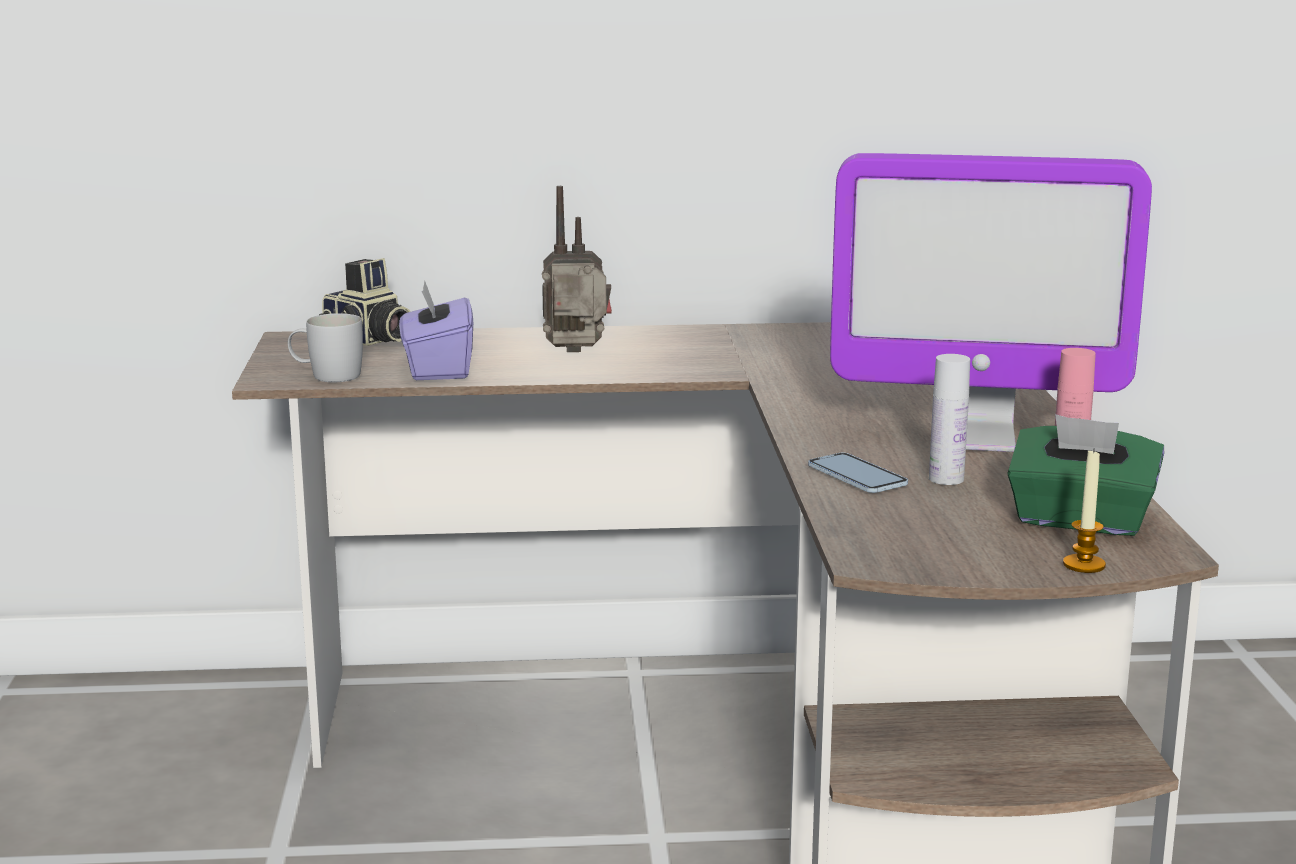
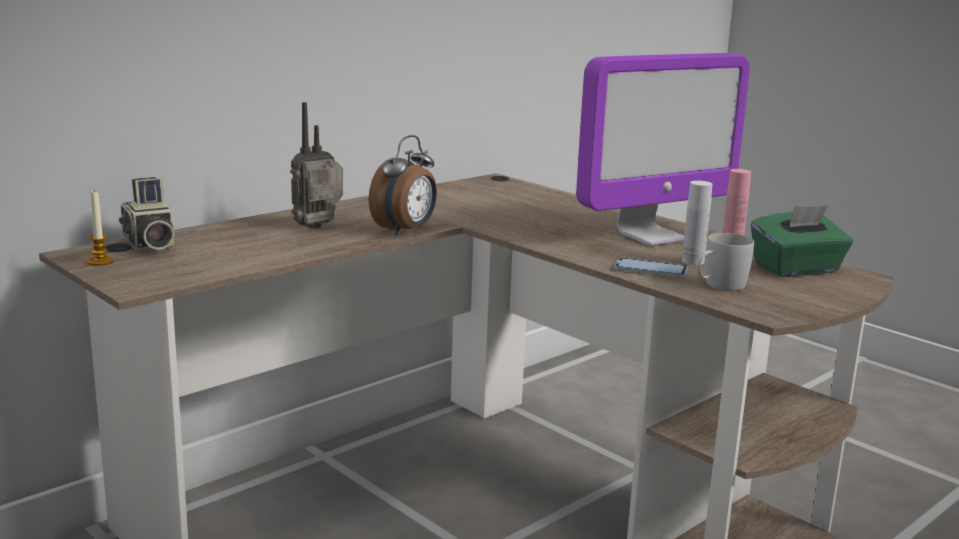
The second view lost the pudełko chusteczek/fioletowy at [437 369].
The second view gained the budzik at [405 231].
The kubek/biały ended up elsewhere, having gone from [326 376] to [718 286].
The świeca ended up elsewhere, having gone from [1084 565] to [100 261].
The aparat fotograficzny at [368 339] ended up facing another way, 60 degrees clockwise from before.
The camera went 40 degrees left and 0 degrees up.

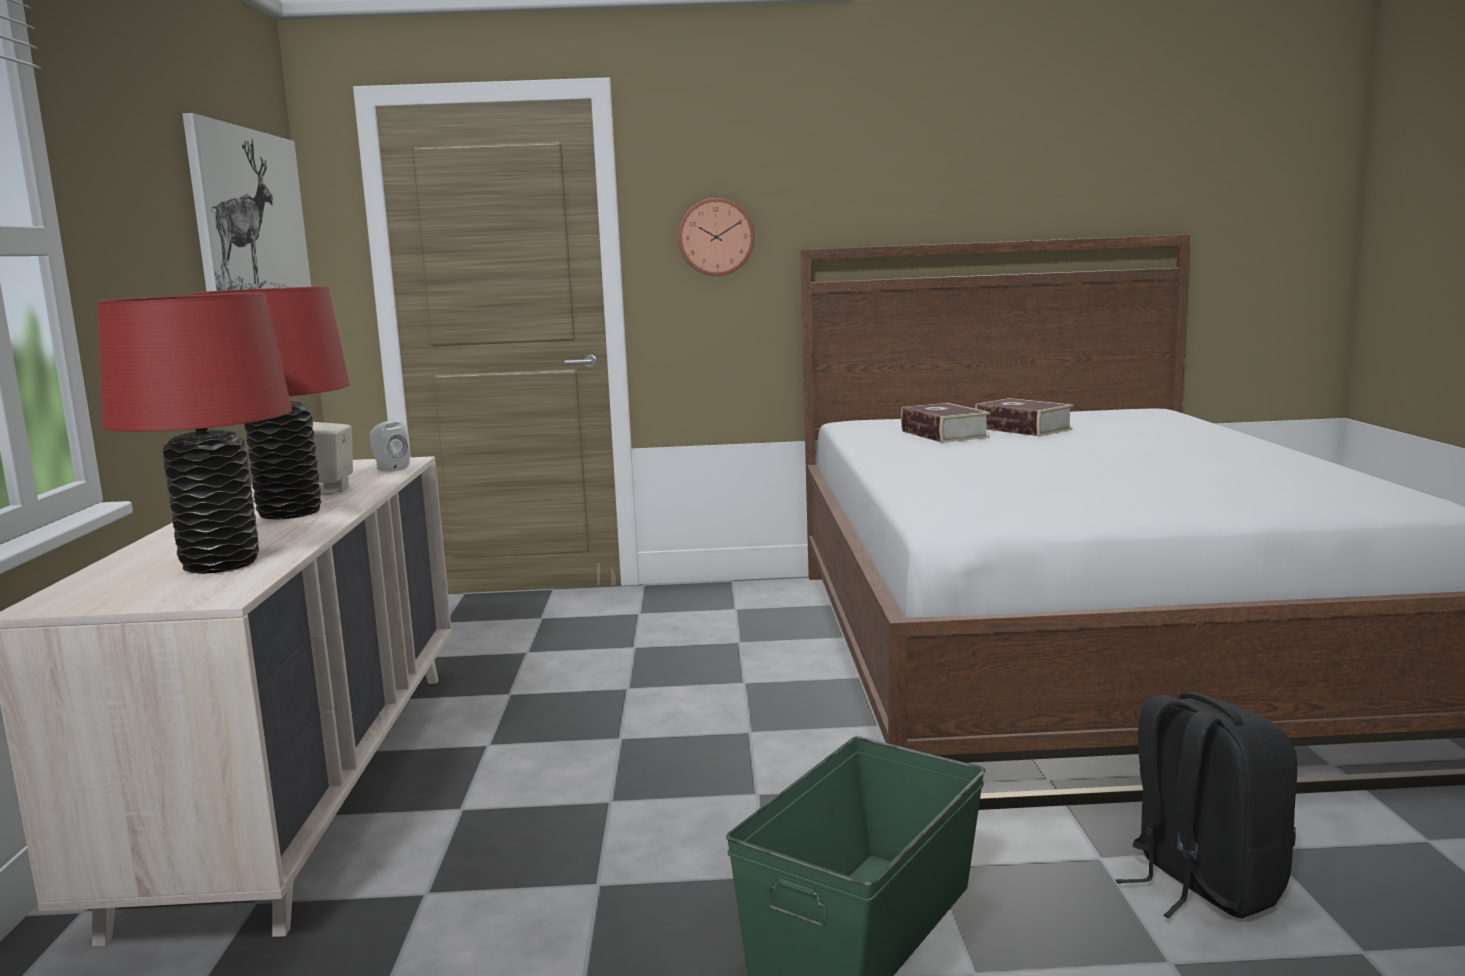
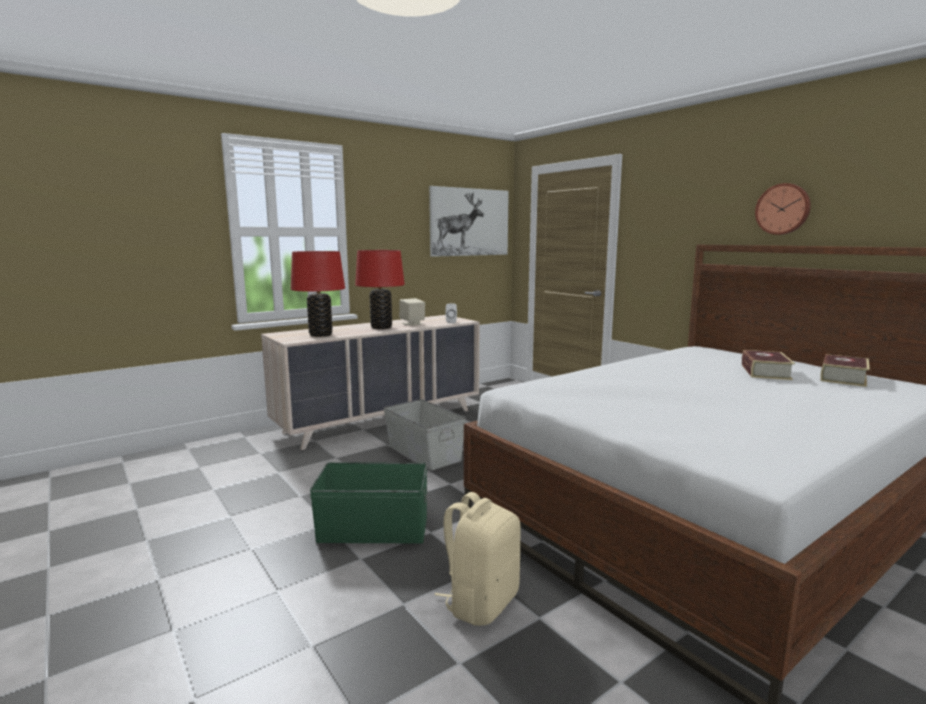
The second view gained the pojemnik do przechowywania/szary at [424 452].
The zegar ścienny ended up elsewhere, having gone from [716 237] to [783 209].
The książka ended up elsewhere, having gone from [944 434] to [843 377].
What was the plecak/czarny at [1201 884] turned into the plecak/beżowy at [481 602].
The camera went 55 degrees right and 0 degrees up.

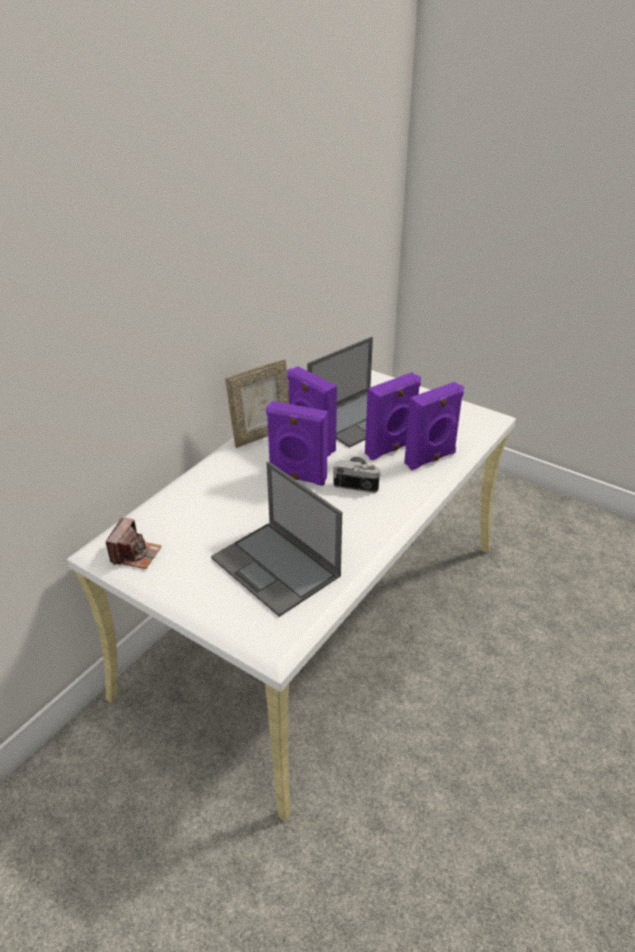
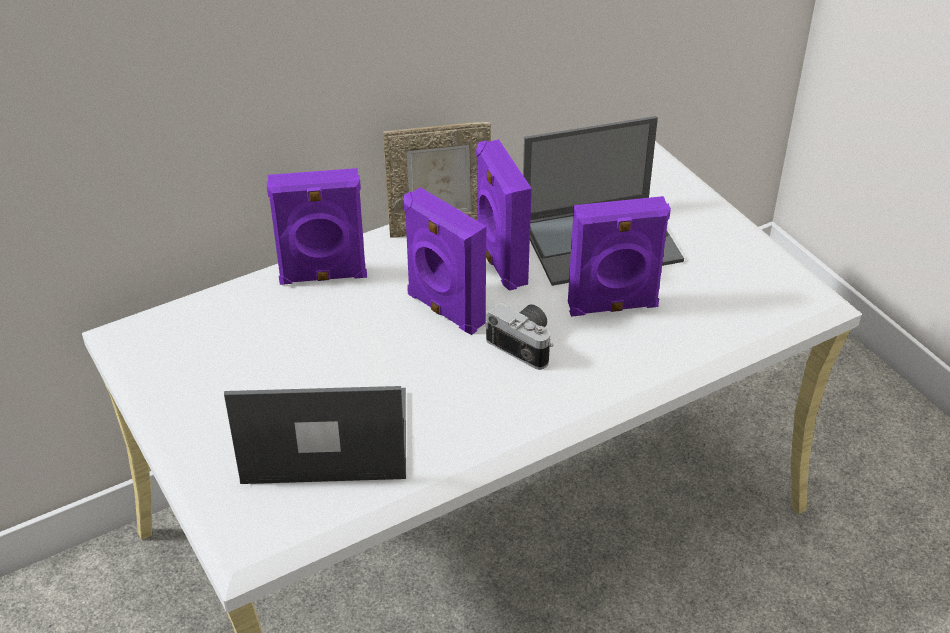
The second view lost the aparat fotograficzny at [135 554].
The głośnik/fioletowy ended up elsewhere, having gone from [431 459] to [323 276].
The laptop at [277 568] ended up facing another way, 105 degrees clockwise from before.
The camera went 25 degrees right and 5 degrees up.

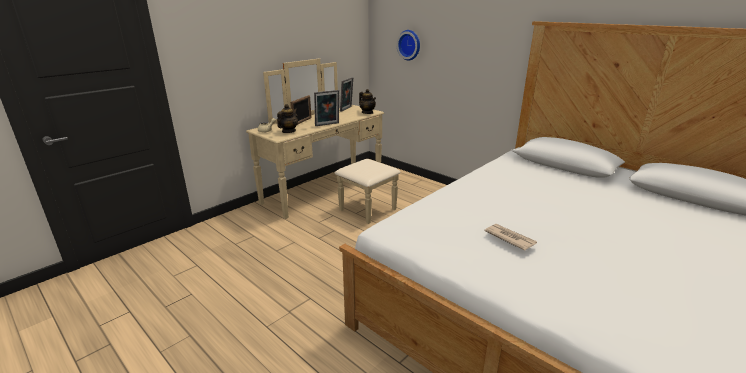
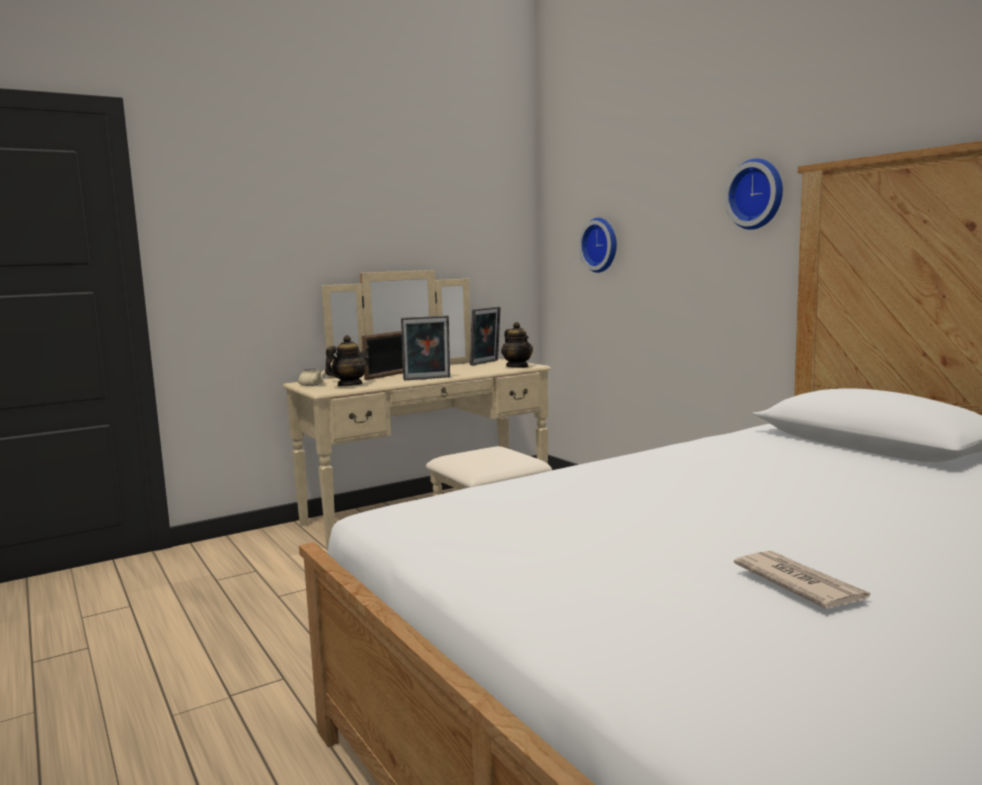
The second view gained the zegar ścienny at [757 194].
The gazeta ended up elsewhere, having gone from [509 238] to [799 584].
The camera went 15 degrees right and 15 degrees down.

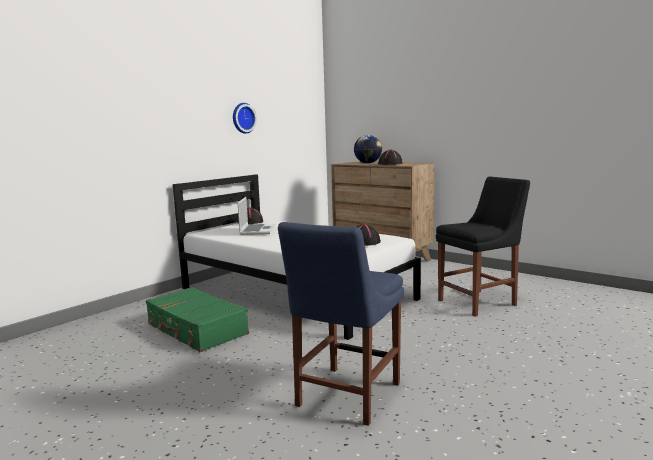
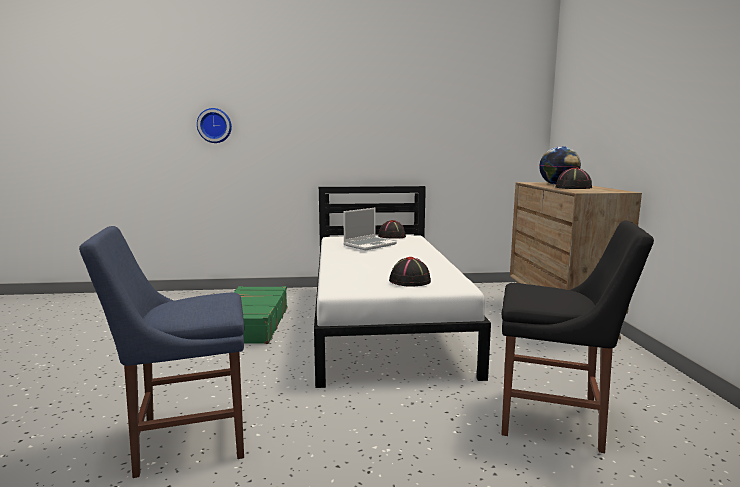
The zegar ścienny ended up elsewhere, having gone from [242 118] to [215 125].
The camera went 45 degrees right and 0 degrees up.

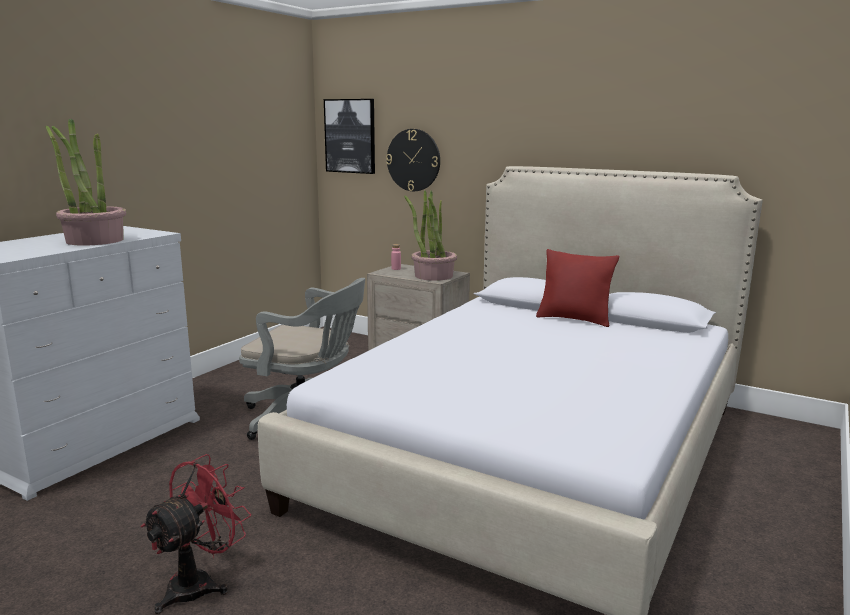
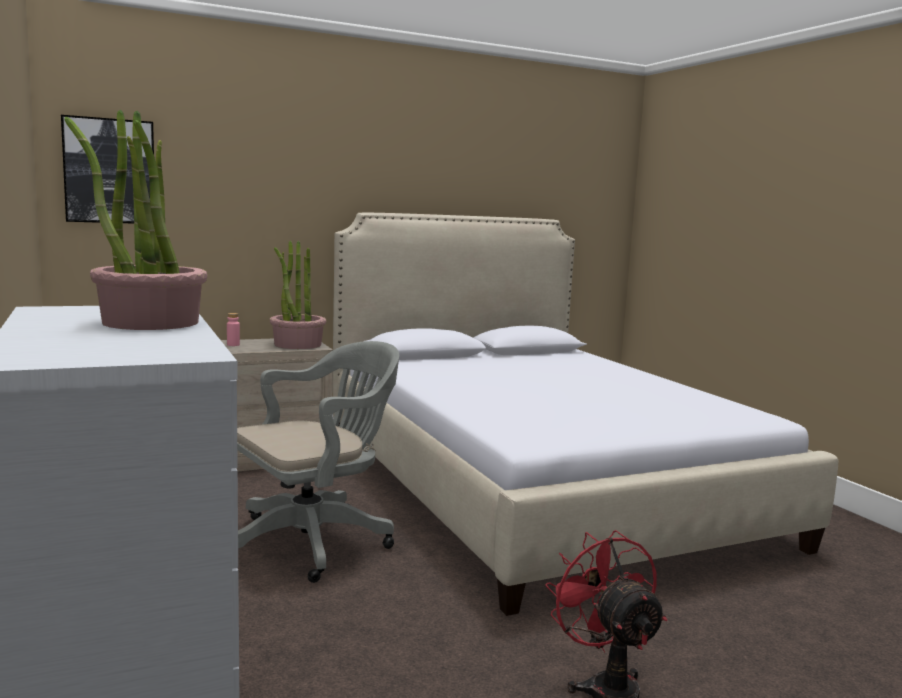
The second view lost the zegar ścienny at [413 160].
The second view lost the poduszka/czerwony at [574 319].
The camera went 55 degrees left and 5 degrees down.

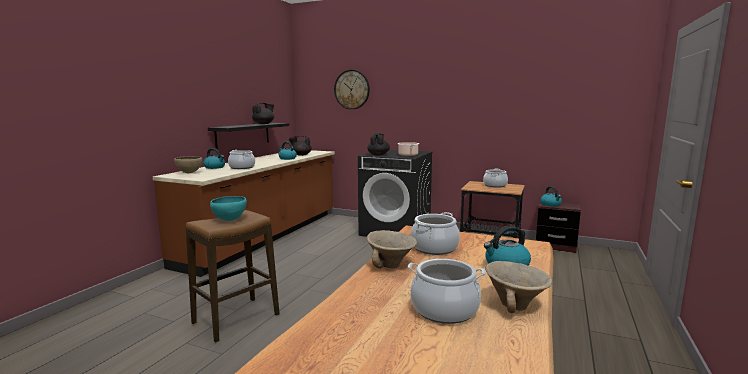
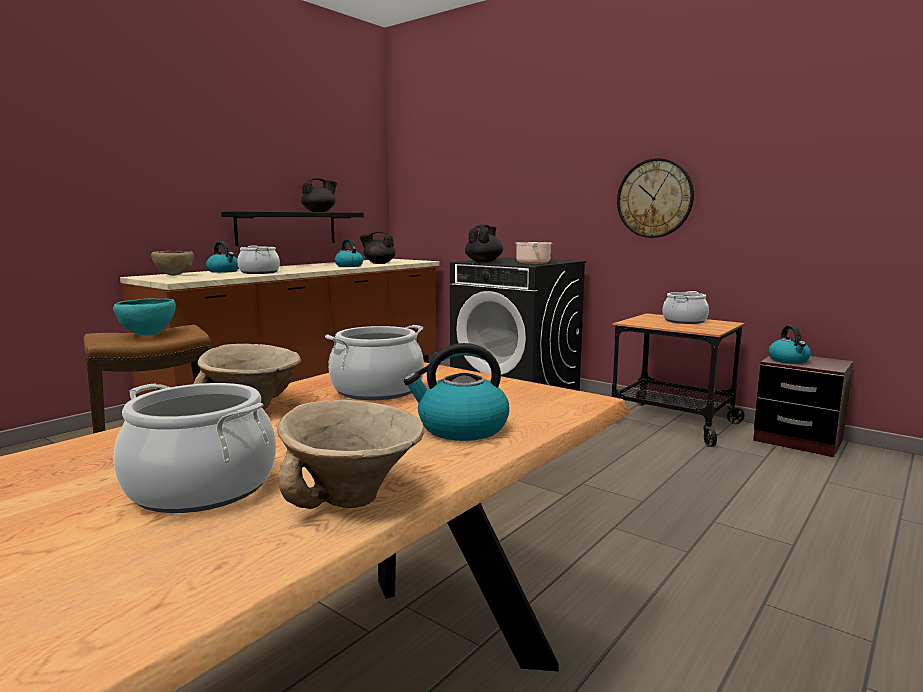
The zegar ścienny ended up elsewhere, having gone from [352 89] to [654 198].
The camera went 15 degrees right and 0 degrees up.

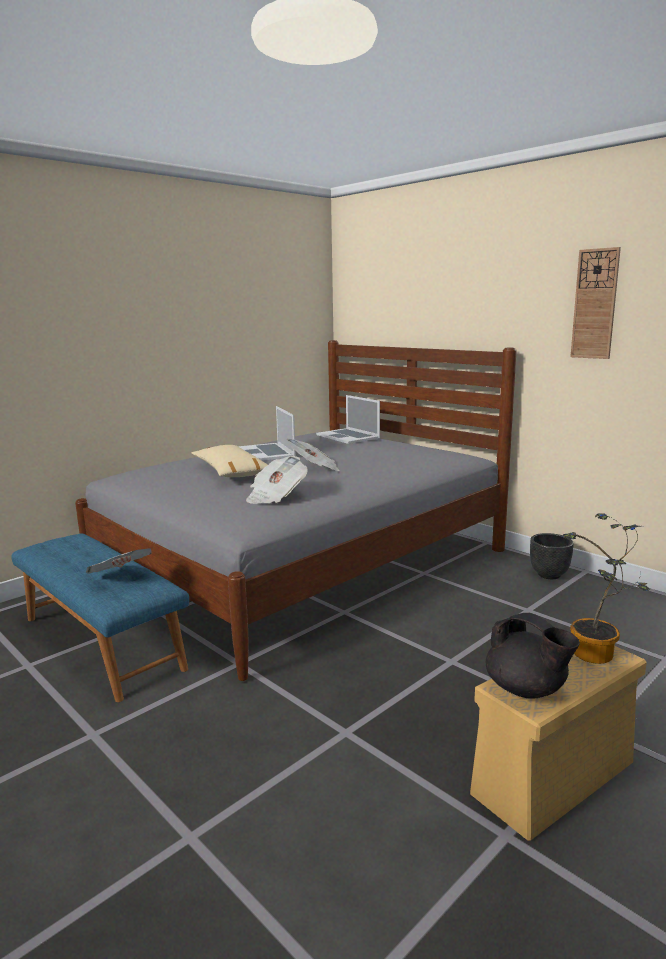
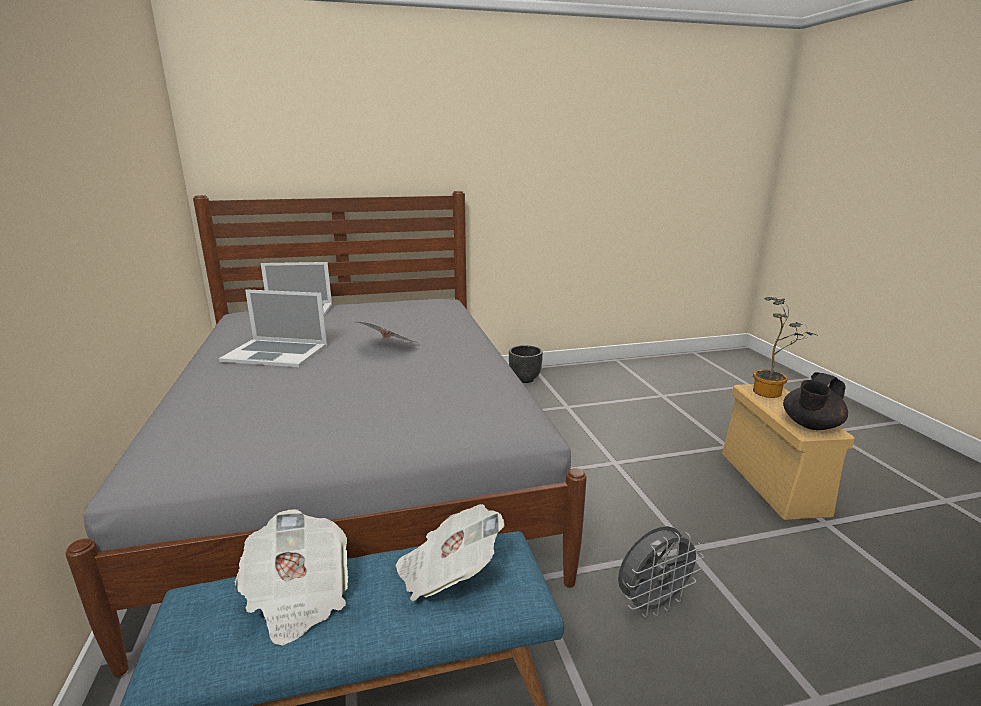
The second view lost the poduszka/beżowy at [231 472].
The second view lost the zegar ścienny at [595 304].
The second view gained the wentylator/szary at [652 604].
The gazeta ended up elsewhere, having gone from [275 496] to [298 597].
The imbryk/czarny at [526 689] ended up facing another way, 150 degrees clockwise from before.
The camera went 60 degrees left and 5 degrees up.

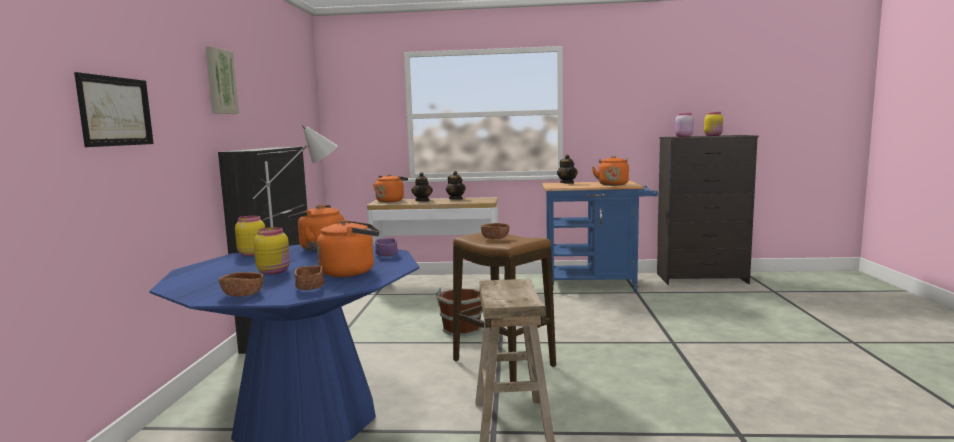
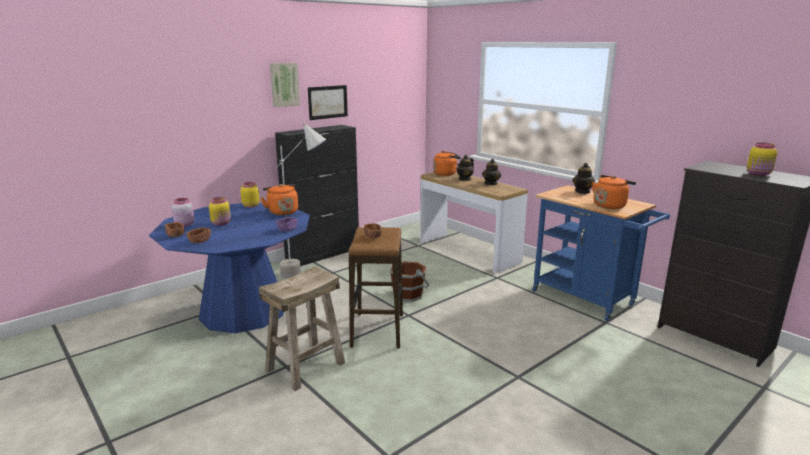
The second view lost the czajnik/pomarańczowy at [351 272].
The obraz ended up elsewhere, having gone from [116 111] to [327 102].
The słoik/różowy ended up elsewhere, having gone from [683 136] to [184 224].
The camera went 45 degrees right and 10 degrees up.

